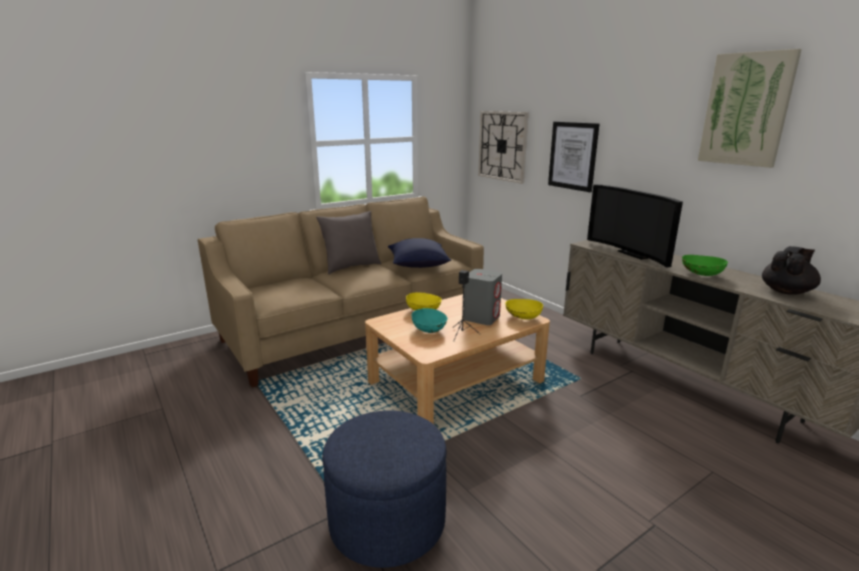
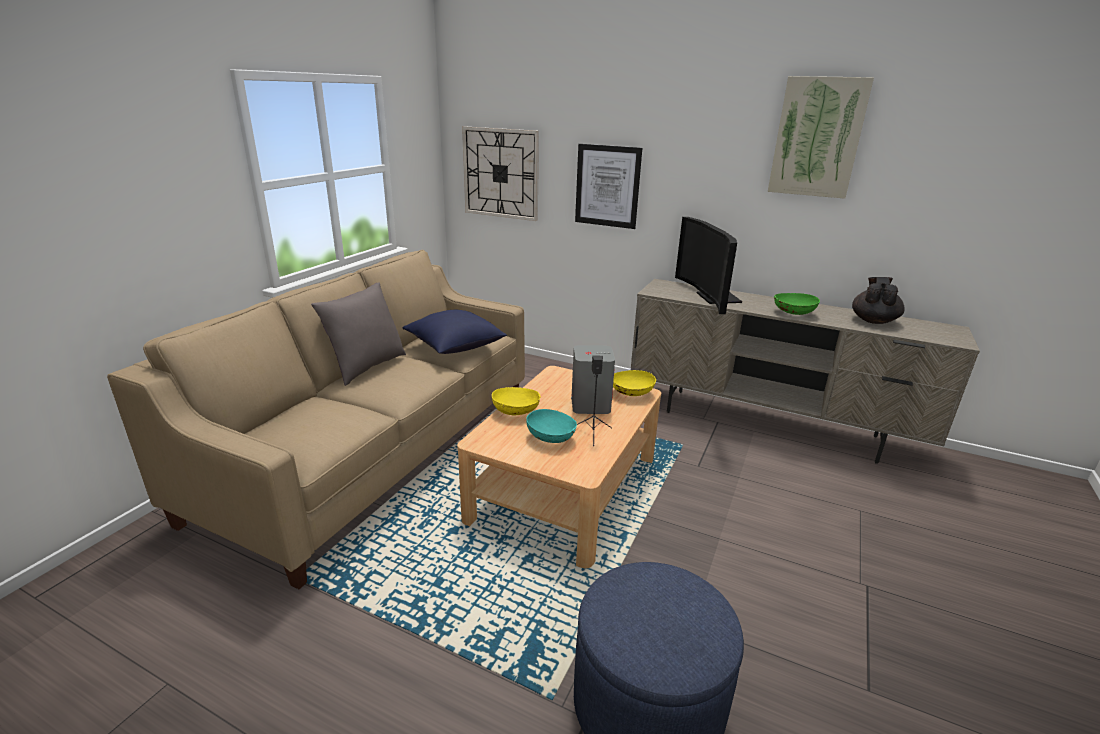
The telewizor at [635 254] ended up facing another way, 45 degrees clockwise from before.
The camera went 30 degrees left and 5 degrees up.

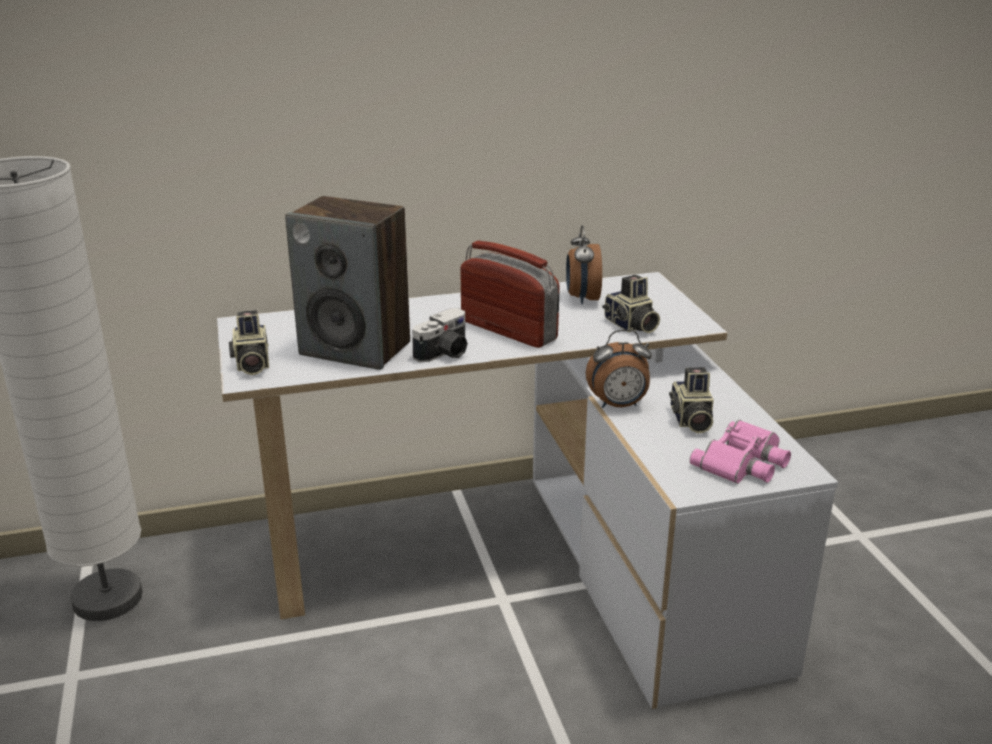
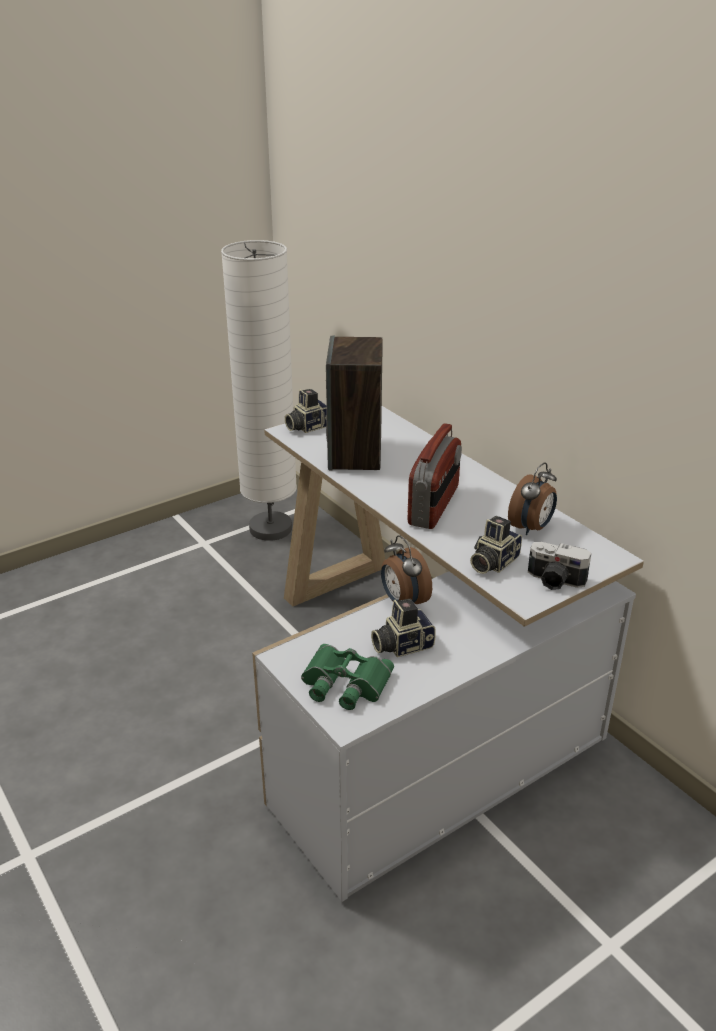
The aparat fotograficzny ended up elsewhere, having gone from [445 354] to [554 581].
What was the lornetka/różowy at [743 462] turned into the lornetka/zielony at [344 684].
The budzik at [582 298] ended up facing another way, 150 degrees clockwise from before.
The camera went 70 degrees right and 5 degrees up.

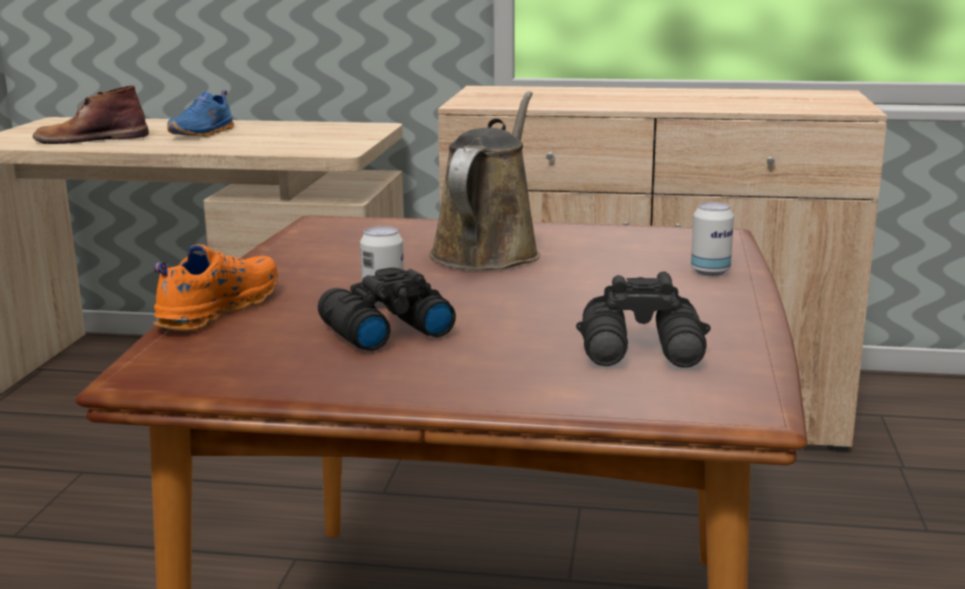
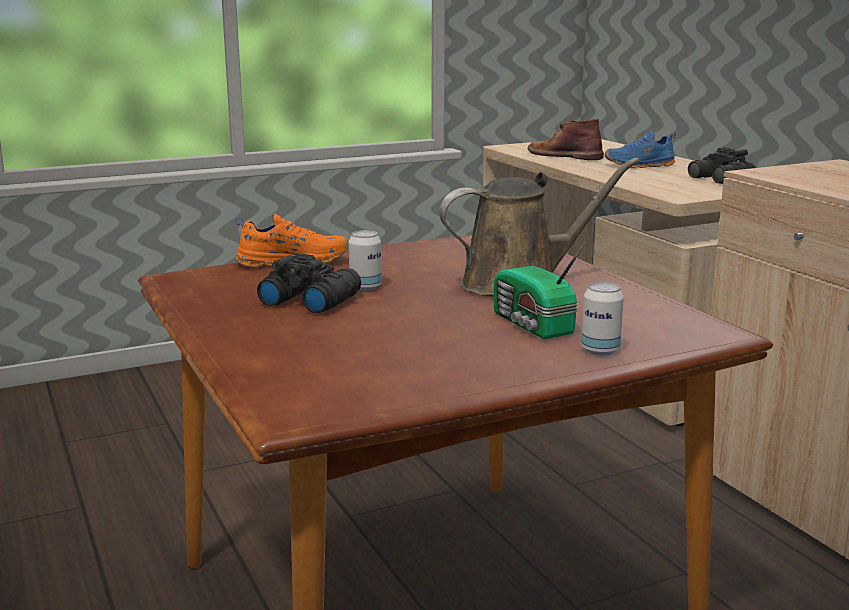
The second view gained the radio at [532 325].
The lornetka/czarny ended up elsewhere, having gone from [644 351] to [720 179].
The camera went 55 degrees right and 0 degrees up.

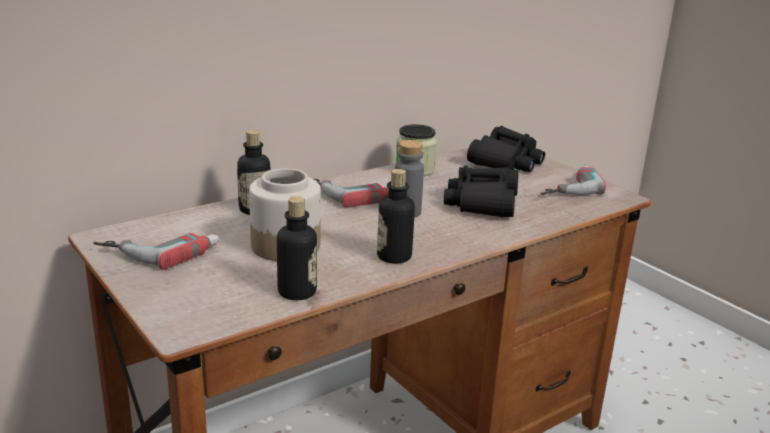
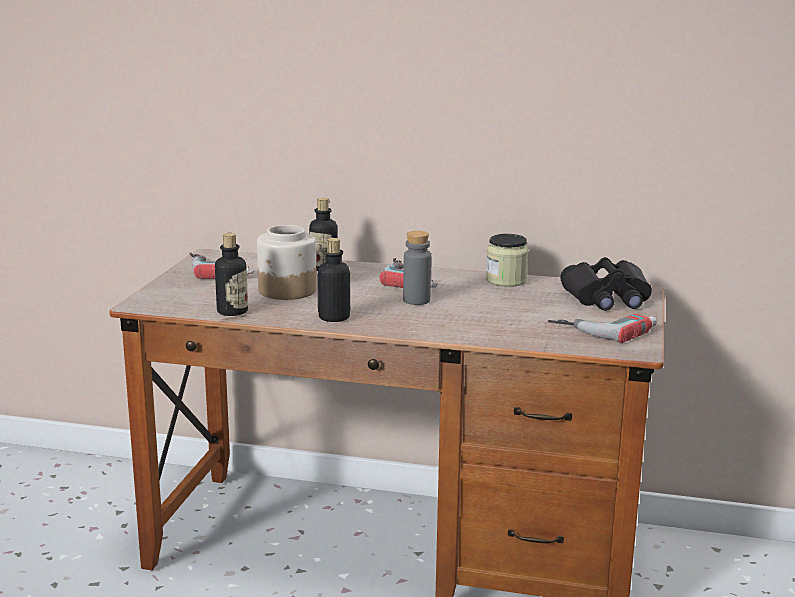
The second view lost the lornetka/czarny at [482 203].
The camera went 50 degrees right and 5 degrees down.

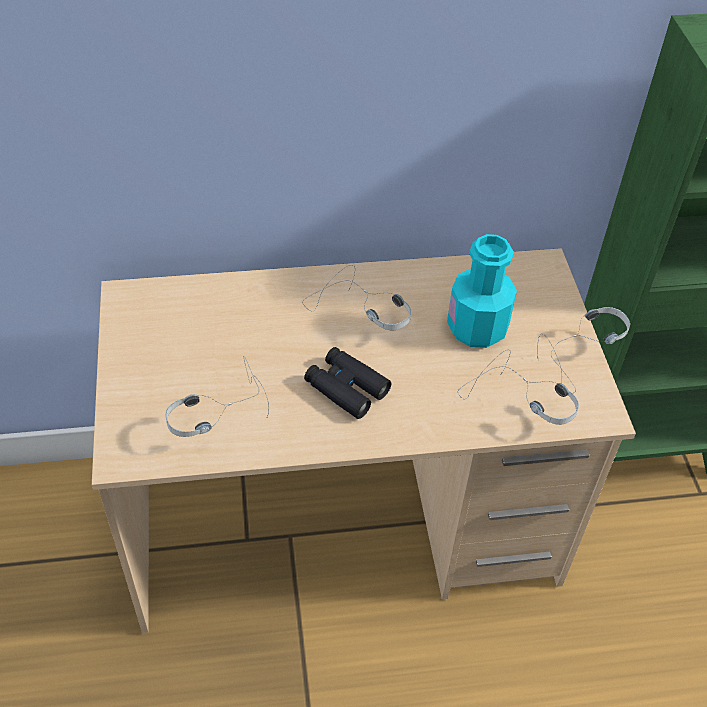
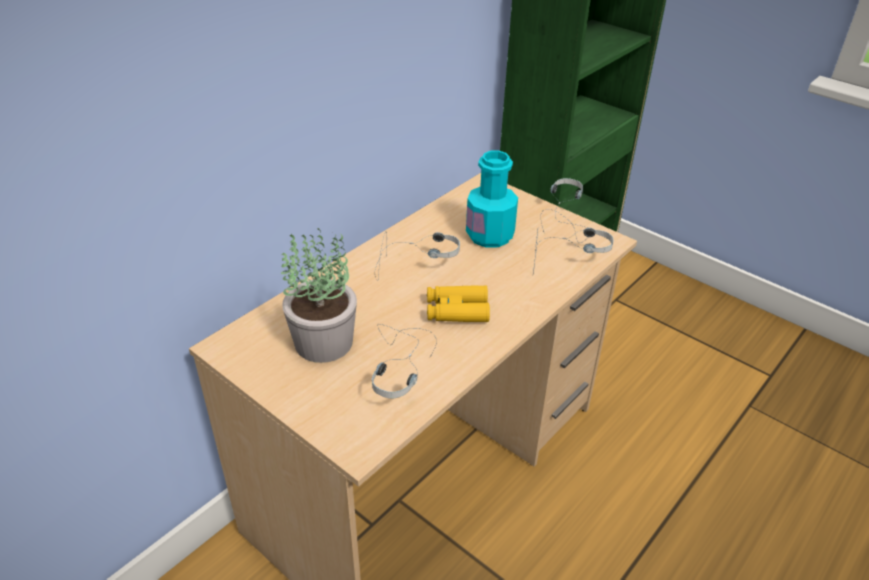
The second view gained the roślina doniczkowa at [324 341].
What was the lornetka/czarny at [346 388] turned into the lornetka/żółty at [457 310].
The camera went 40 degrees left and 10 degrees down.

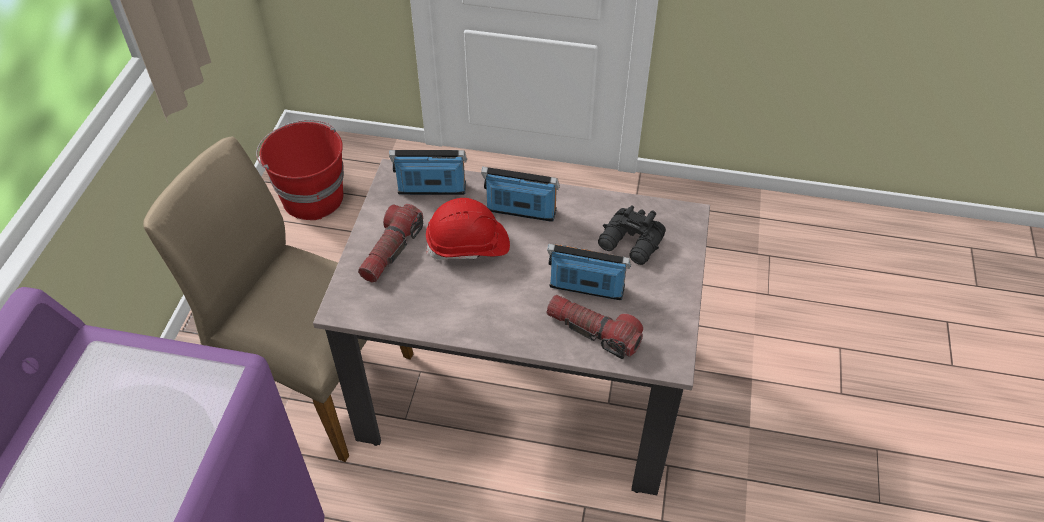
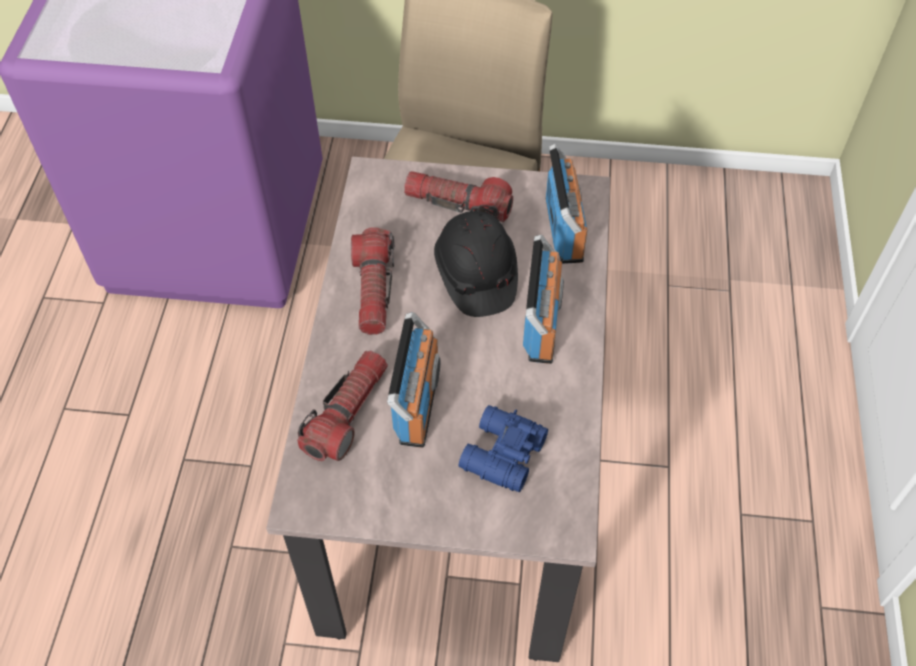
The second view lost the wiadro/czerwony at [311 197].
The second view gained the latarka at [374 290].
What was the kask/czerwony at [468 245] turned into the kask/czarny at [475 276].
What was the lornetka/czarny at [631 244] turned into the lornetka/niebieski at [500 455].
The camera went 85 degrees right and 5 degrees up.

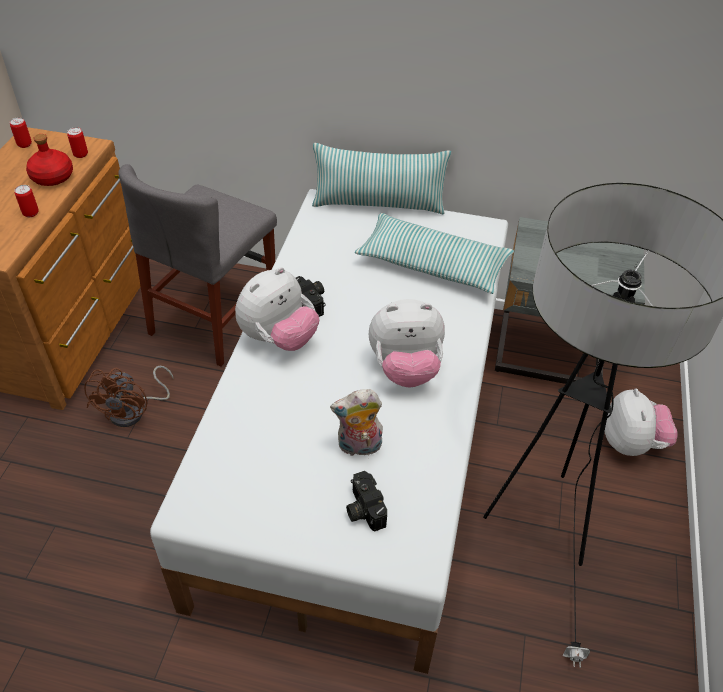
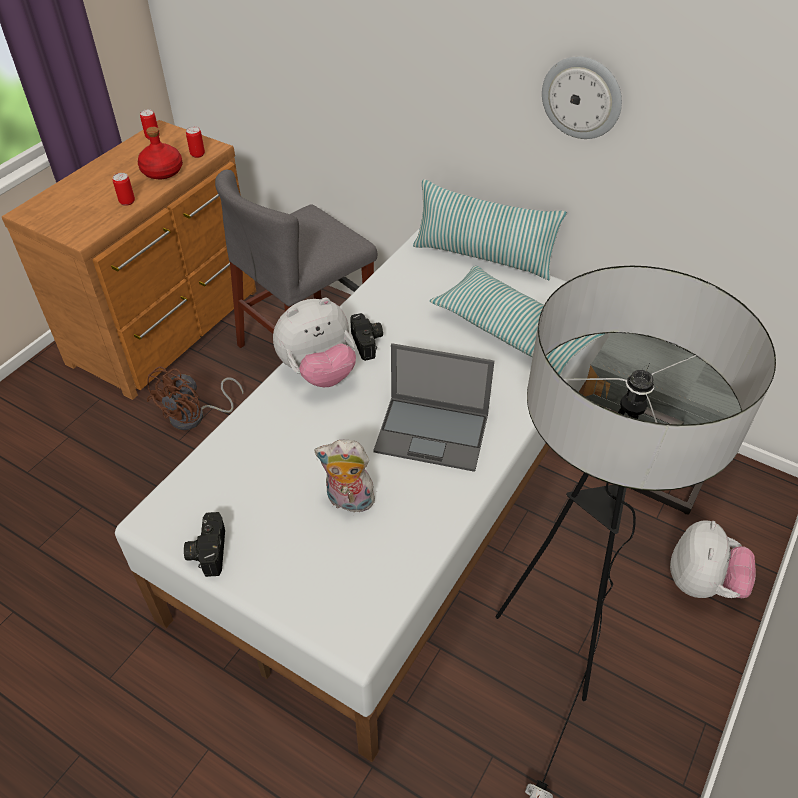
The second view gained the zegar ścienny at [582 97].
The aparat fotograficzny ended up elsewhere, having gone from [363 509] to [207 551].
Where the pluszak stood at [405 368], the laptop came to stand at [433 433].
The camera went 20 degrees right and 0 degrees up.

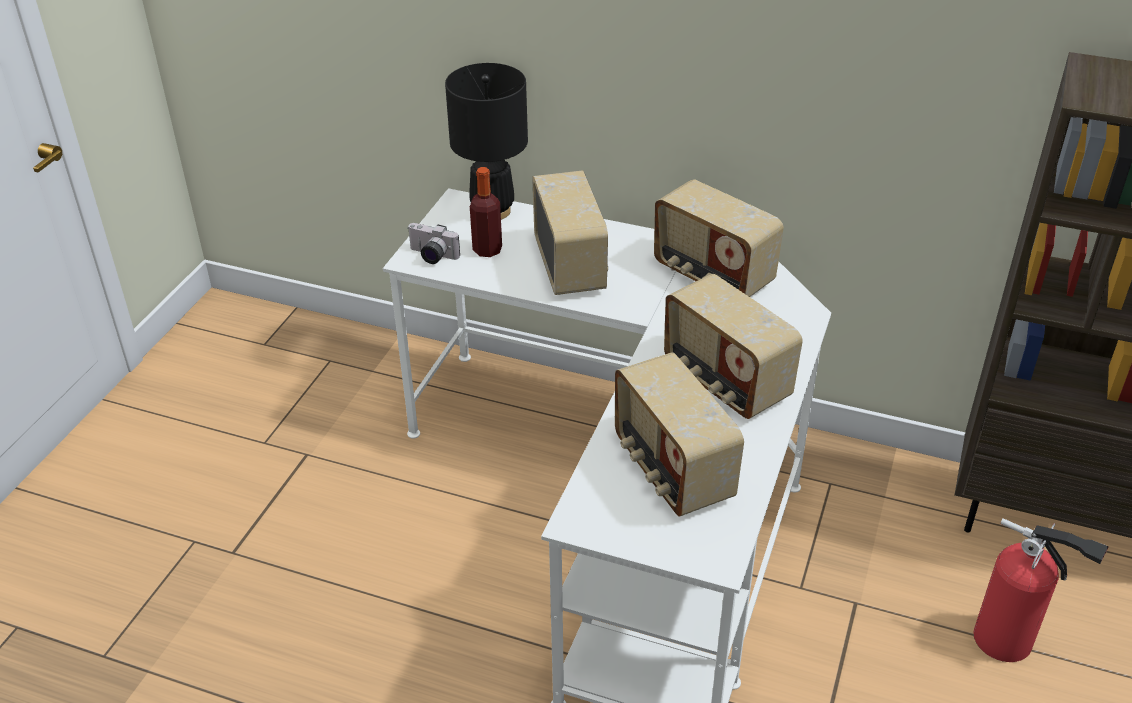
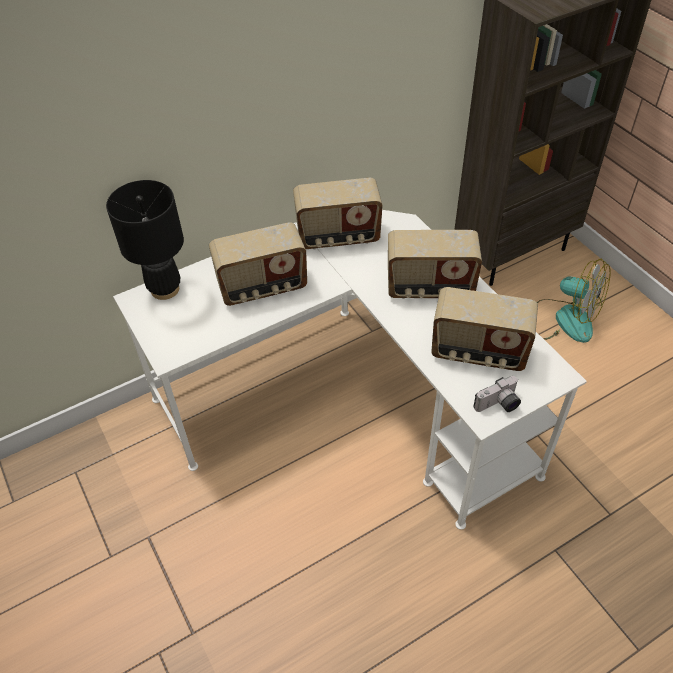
The second view lost the butelka at [487 250].
The aparat fotograficzny ended up elsewhere, having gone from [431 256] to [498 405].
Where the gaśnica stood at [1009 642], the wentylator came to stand at [564 319].
The radio at [571 266] ended up facing another way, 135 degrees clockwise from before.
The camera went 50 degrees left and 10 degrees up.

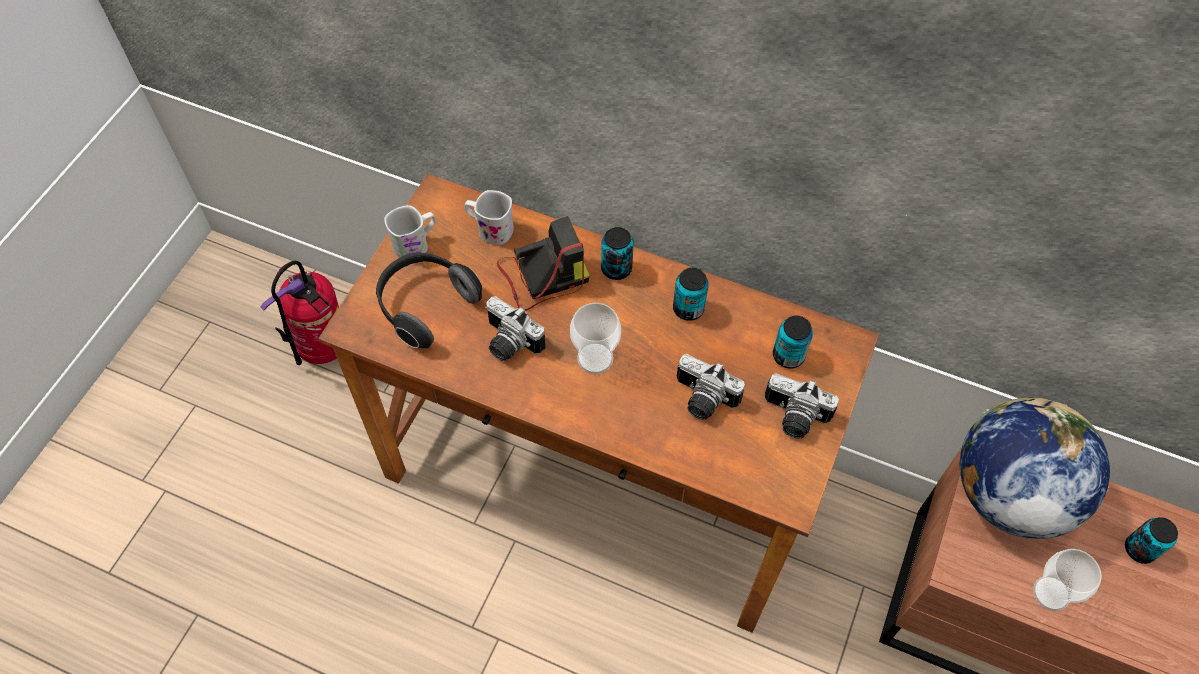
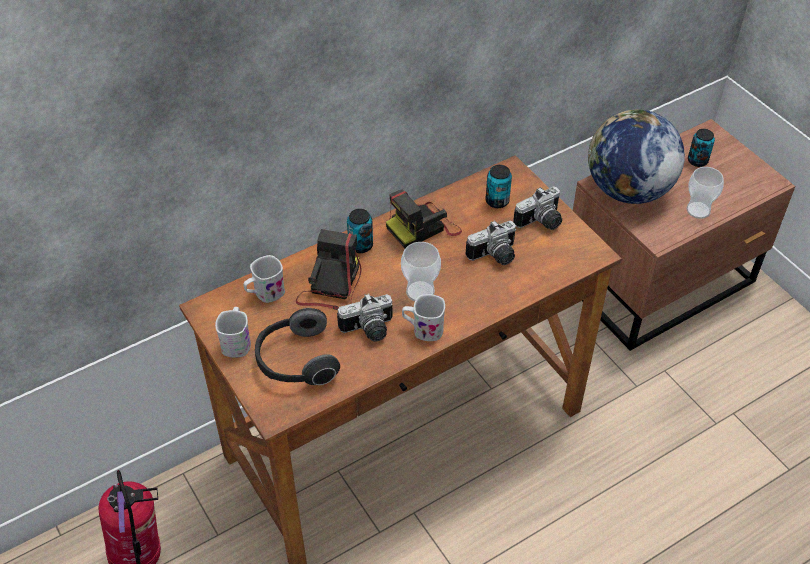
The second view gained the kubek/biały at [423 329].
Where the puszka stood at [688 308], the aparat fotograficzny came to stand at [423 227].
The camera went 55 degrees left and 10 degrees down.

